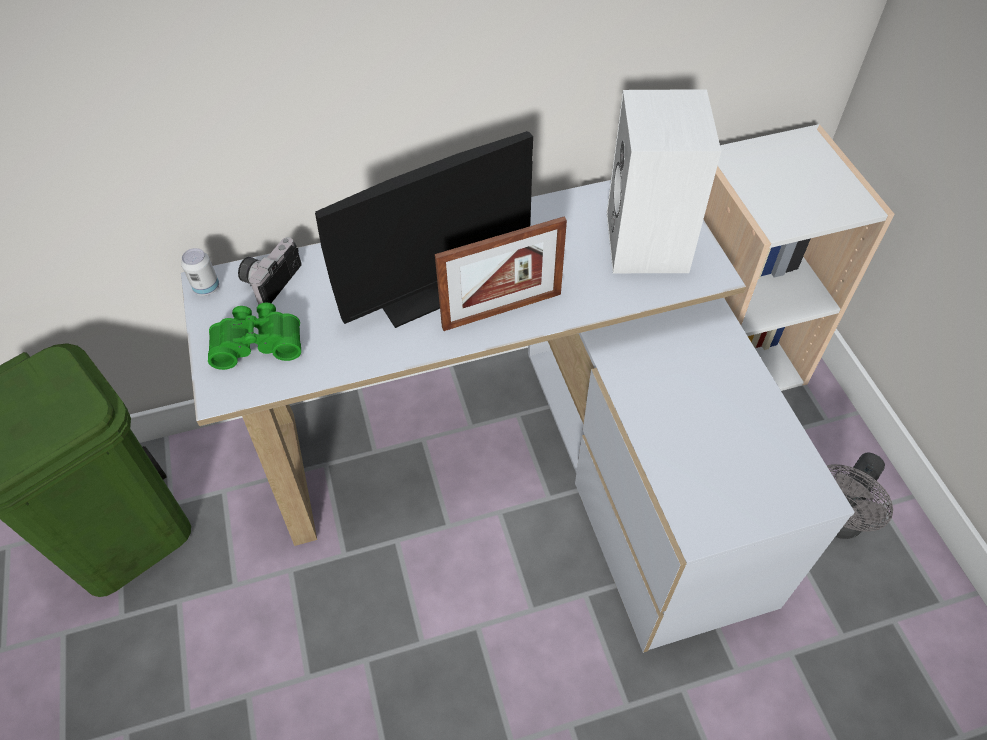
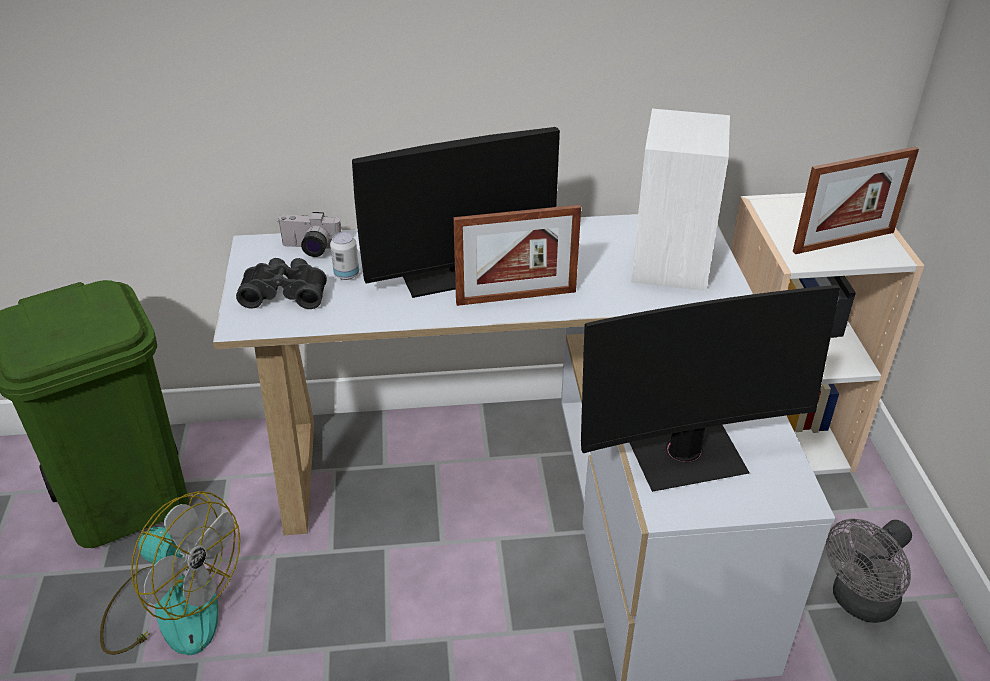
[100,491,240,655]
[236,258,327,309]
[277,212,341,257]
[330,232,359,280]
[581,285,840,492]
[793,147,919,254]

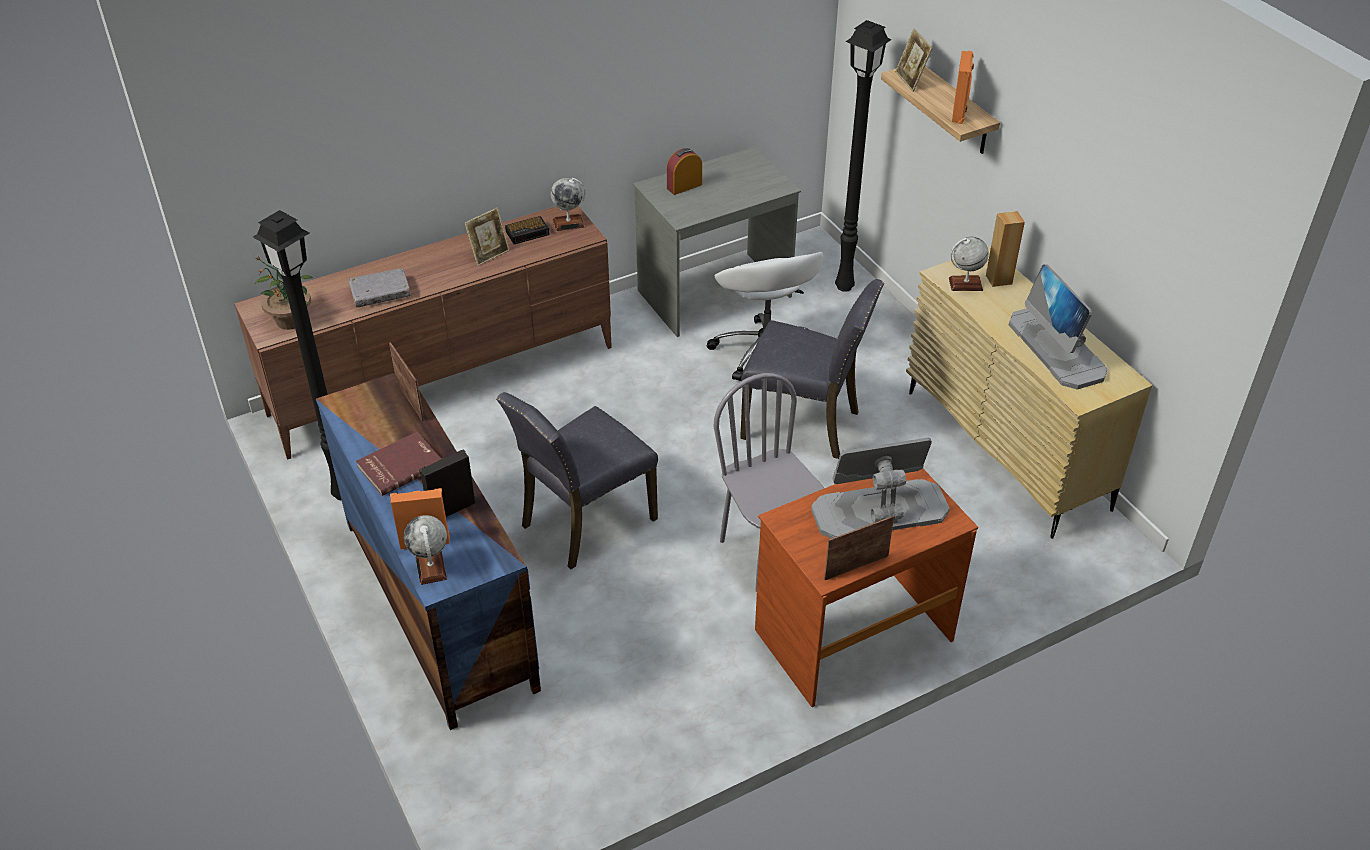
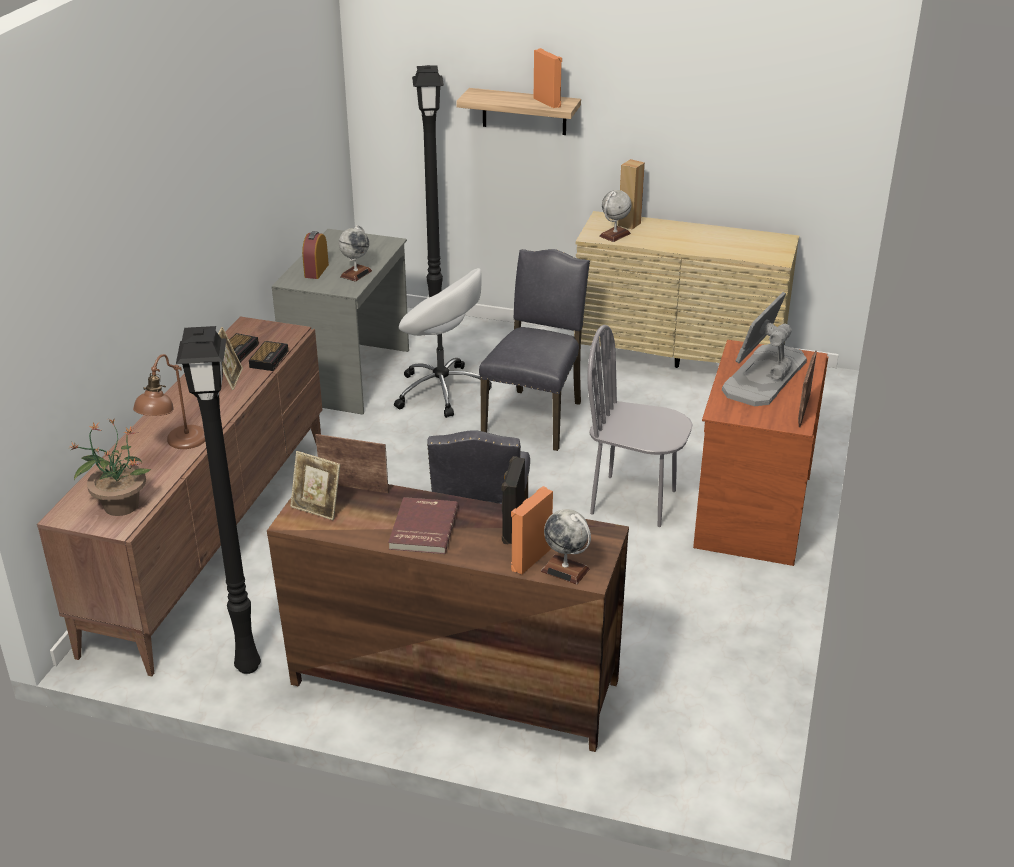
[133,354,205,449]
[249,341,289,371]
[267,484,629,752]
[290,451,340,520]
[339,225,372,282]
[479,249,590,451]
[1009,264,1107,389] (first image)

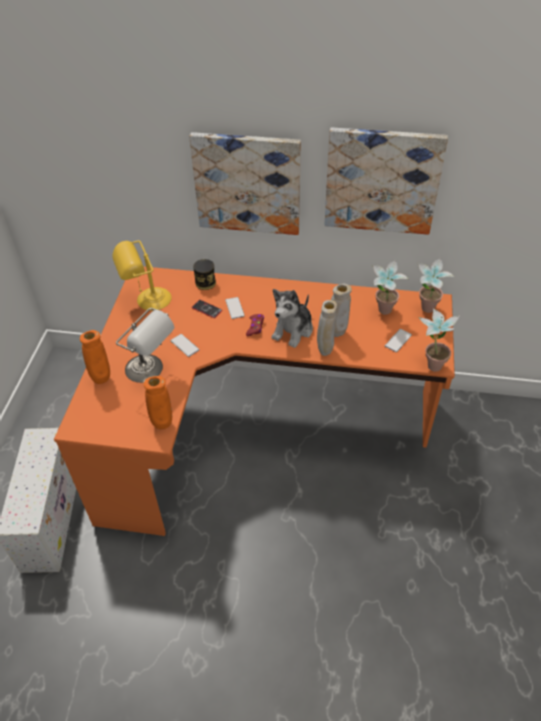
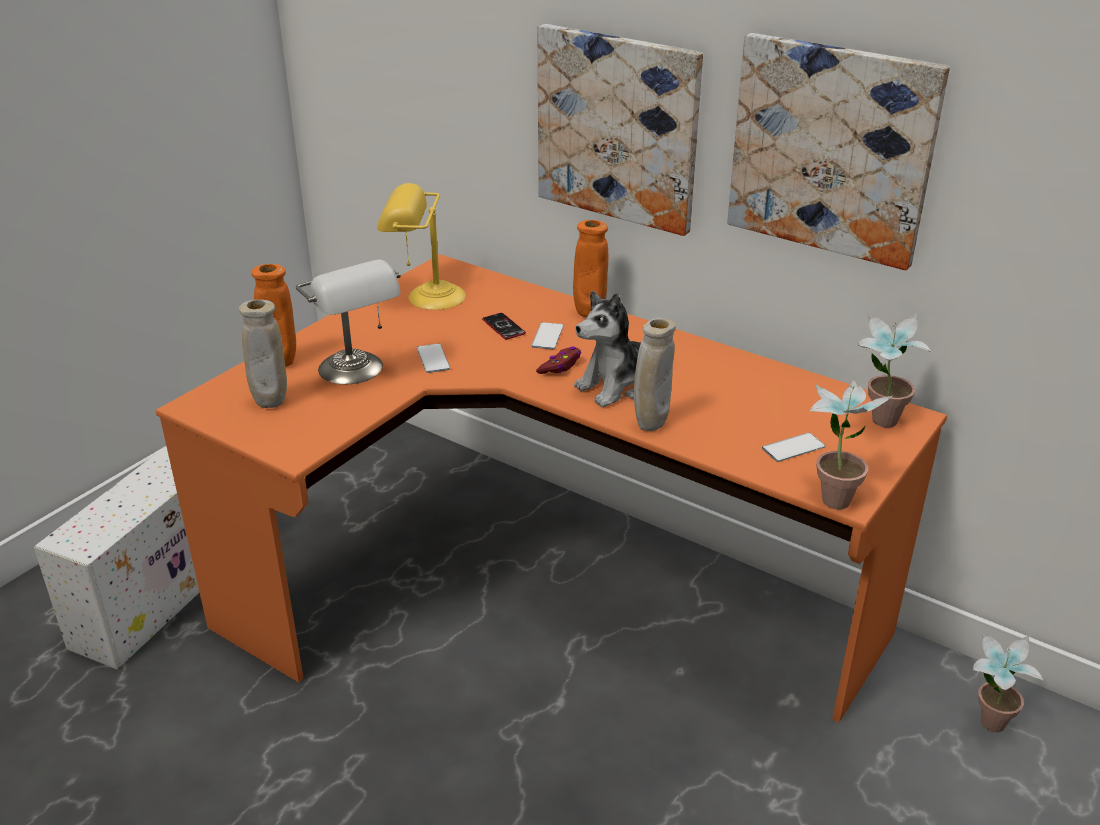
[239,300,287,408]
[573,220,608,317]
[973,632,1043,732]
[193,259,216,290] (first image)

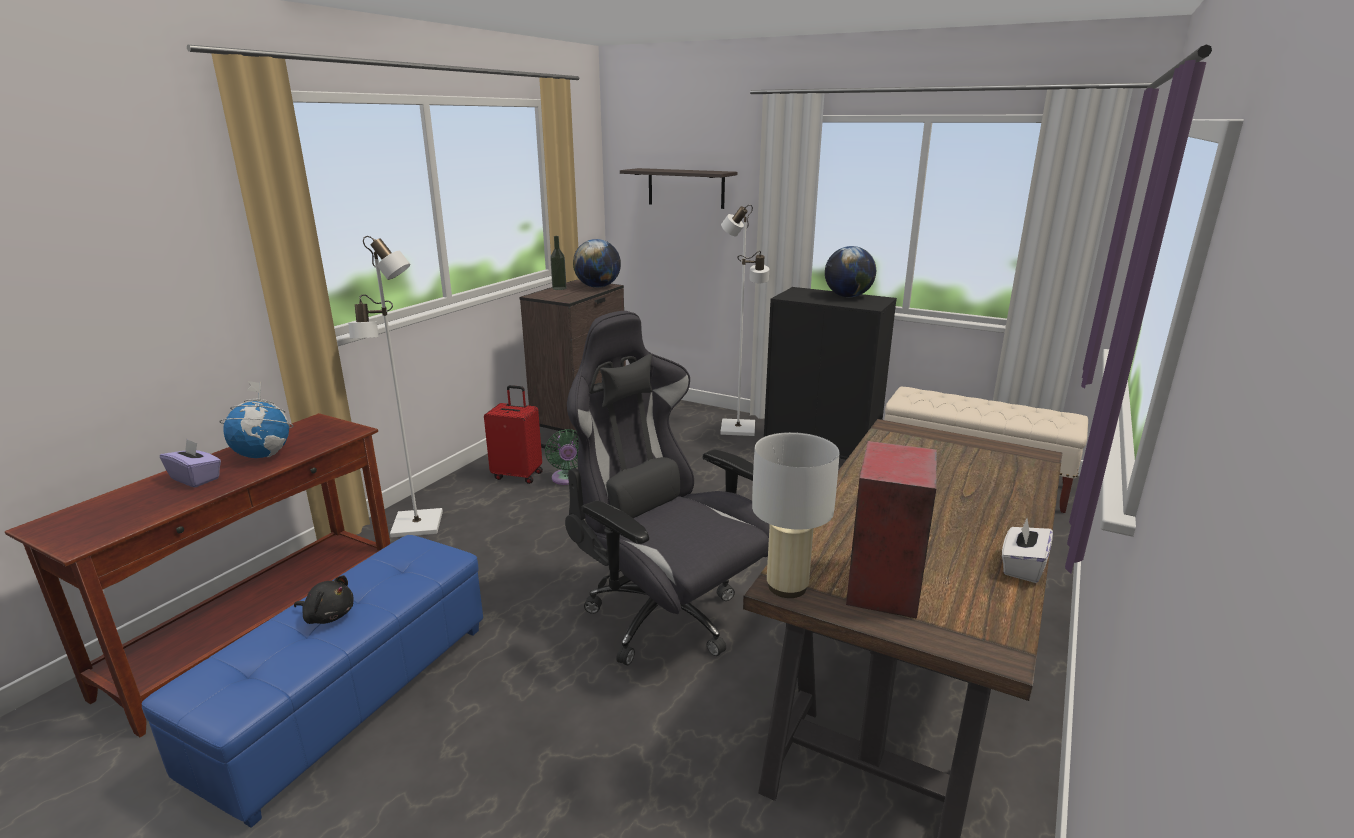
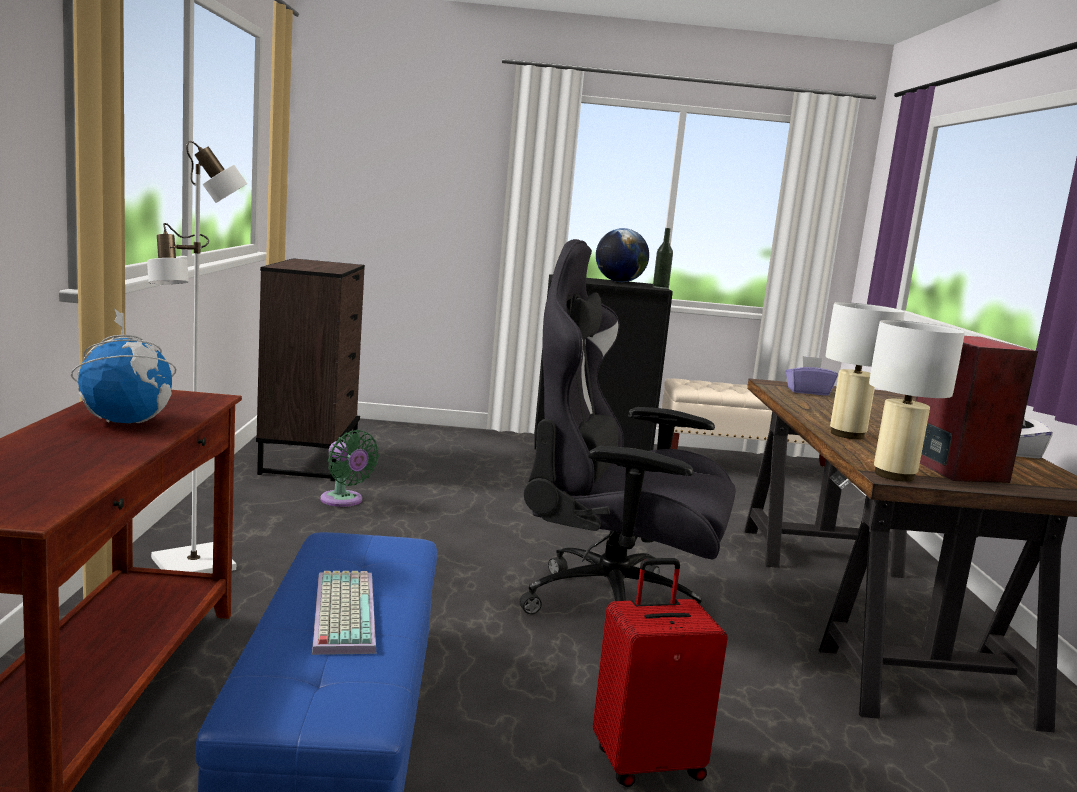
[312,571,376,655]
[593,558,728,787]
[653,228,673,289]
[786,356,838,395]
[826,302,905,439]
[573,239,621,288] (first image)
[620,168,737,209] (first image)
[720,205,769,436] (first image)

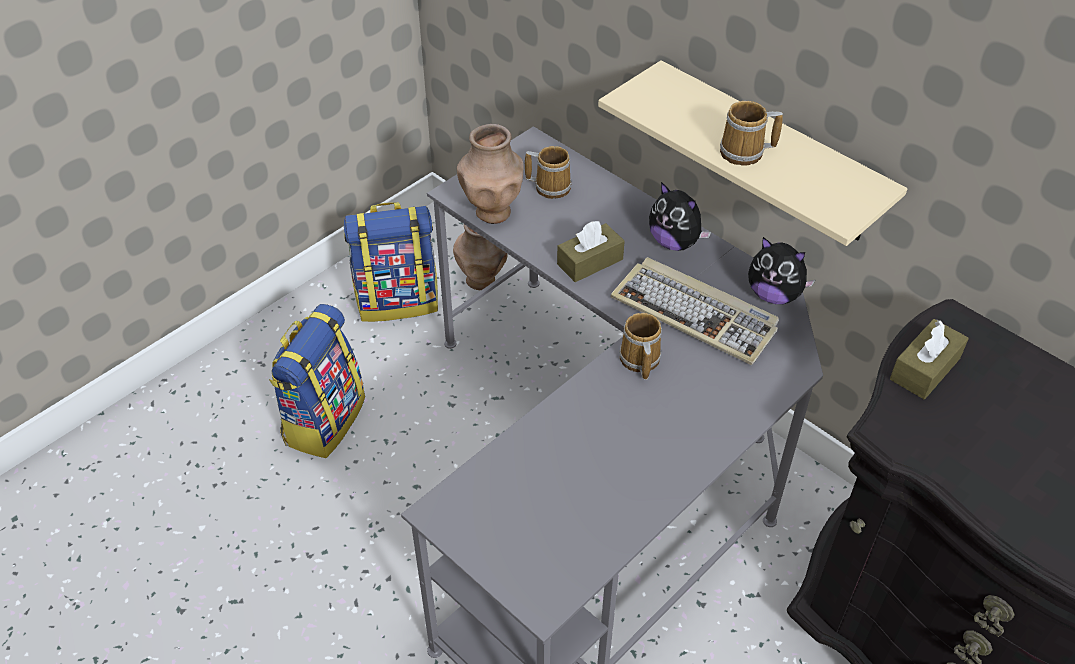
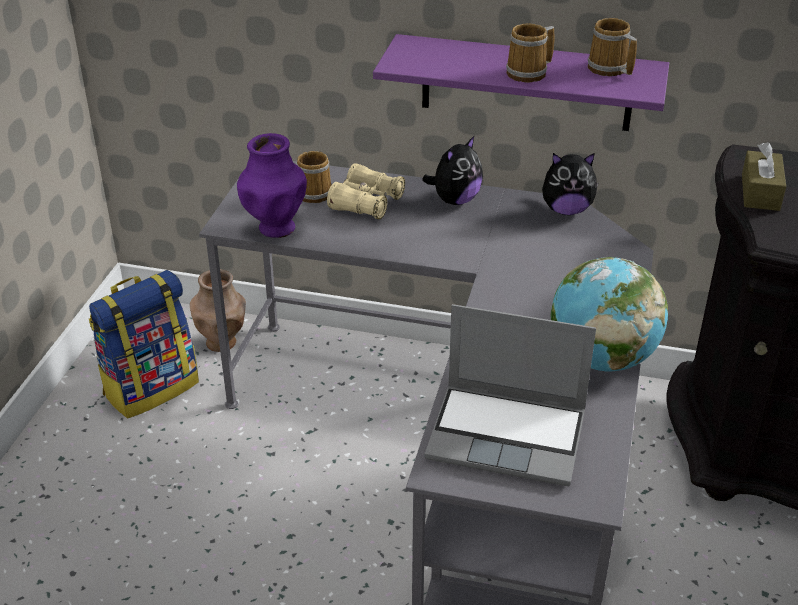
[237,133,307,238]
[327,163,405,219]
[373,34,669,131]
[422,135,483,205]
[425,304,596,486]
[550,257,668,371]
[588,18,637,76]
[269,304,365,458] (first image)
[557,221,625,282] (first image)
[611,257,779,365] (first image)

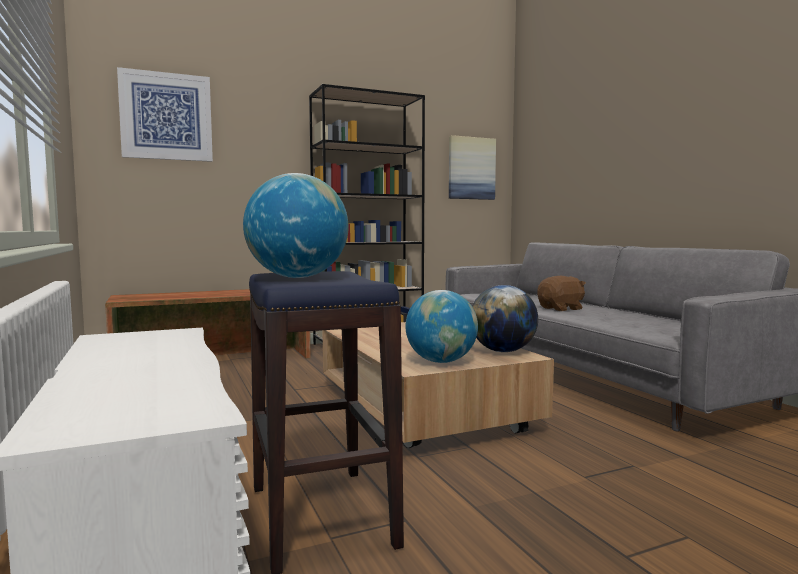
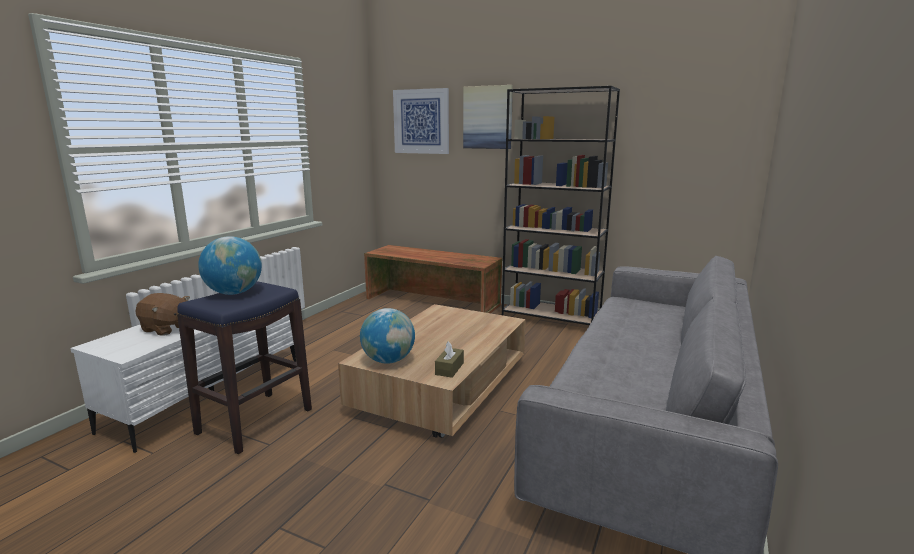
[135,293,190,336]
[435,341,464,378]
[463,85,513,149]

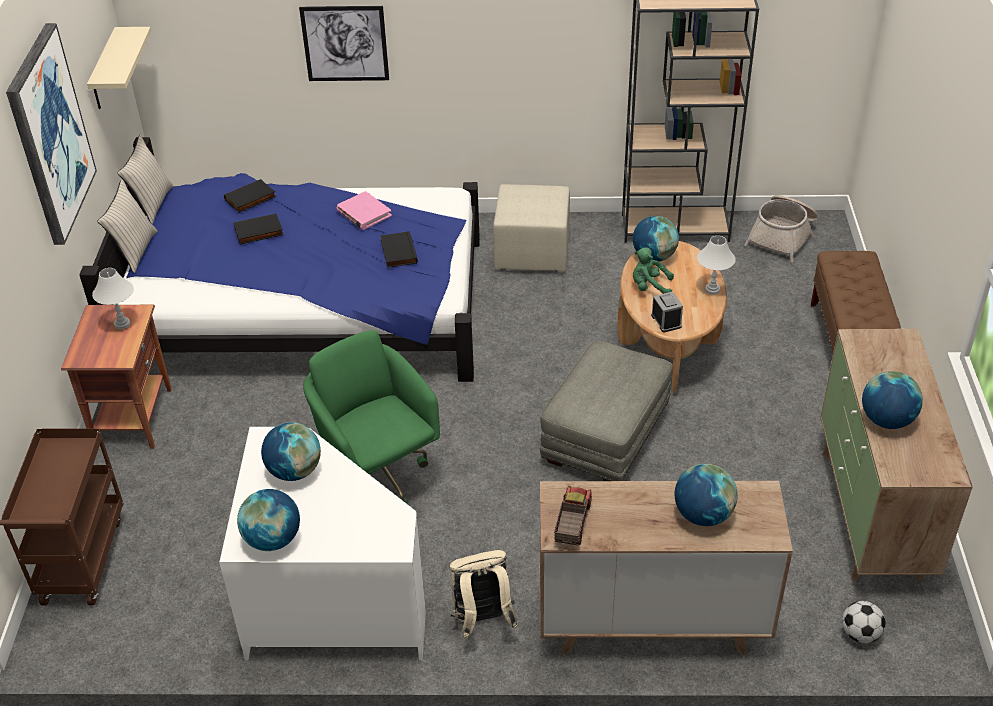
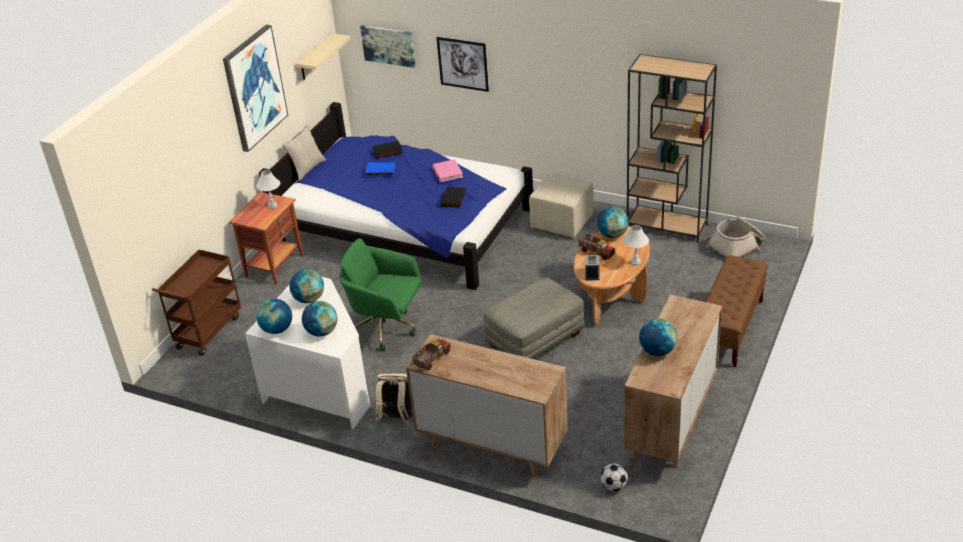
[302,301,338,337]
[340,238,422,351]
[360,25,416,68]
[365,162,396,177]
[578,233,615,260]
[118,135,174,224] (first image)

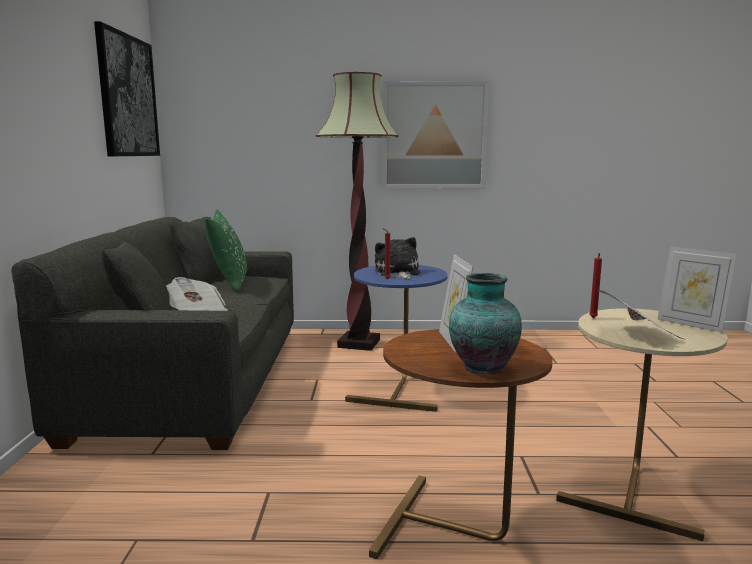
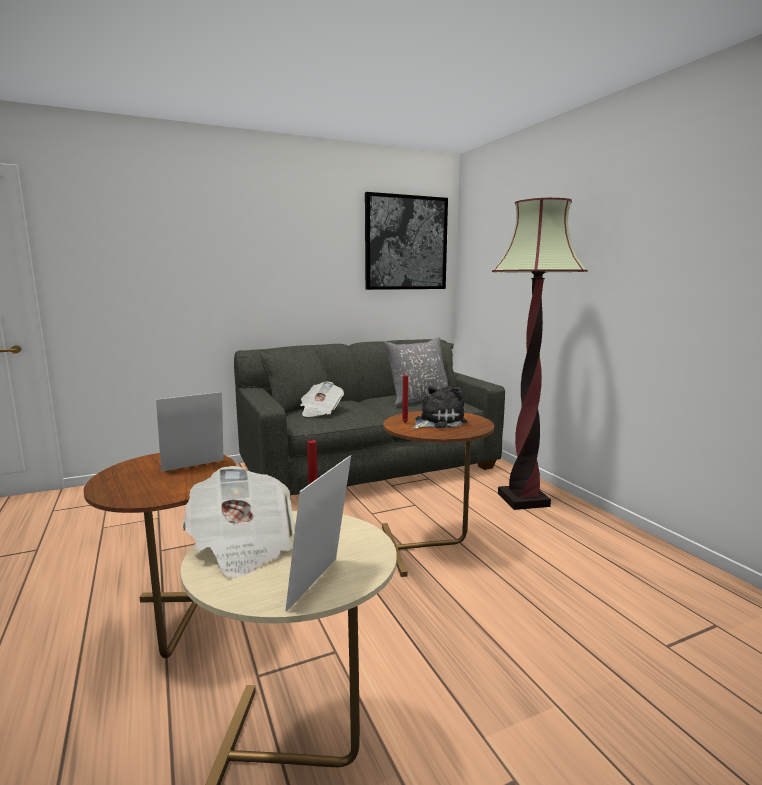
[382,411,494,577]
[383,337,448,406]
[382,81,489,188] (first image)
[449,273,522,374] (first image)

